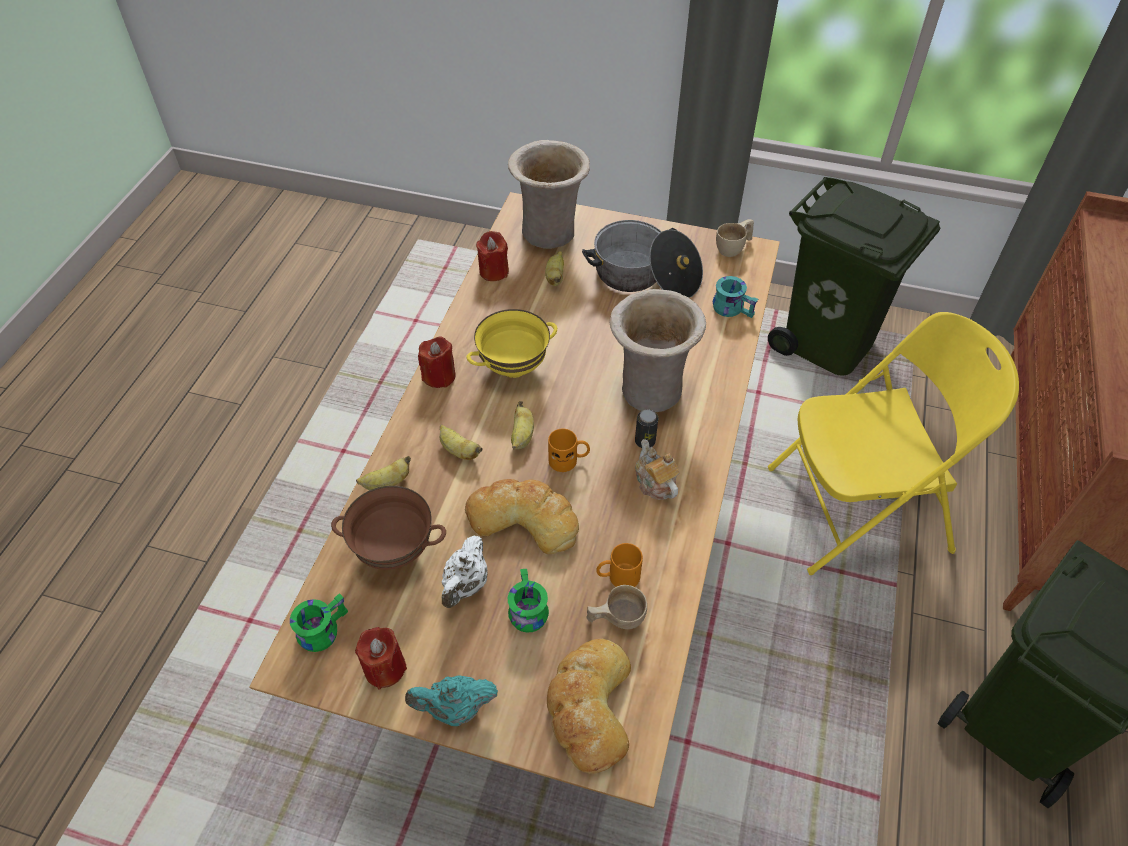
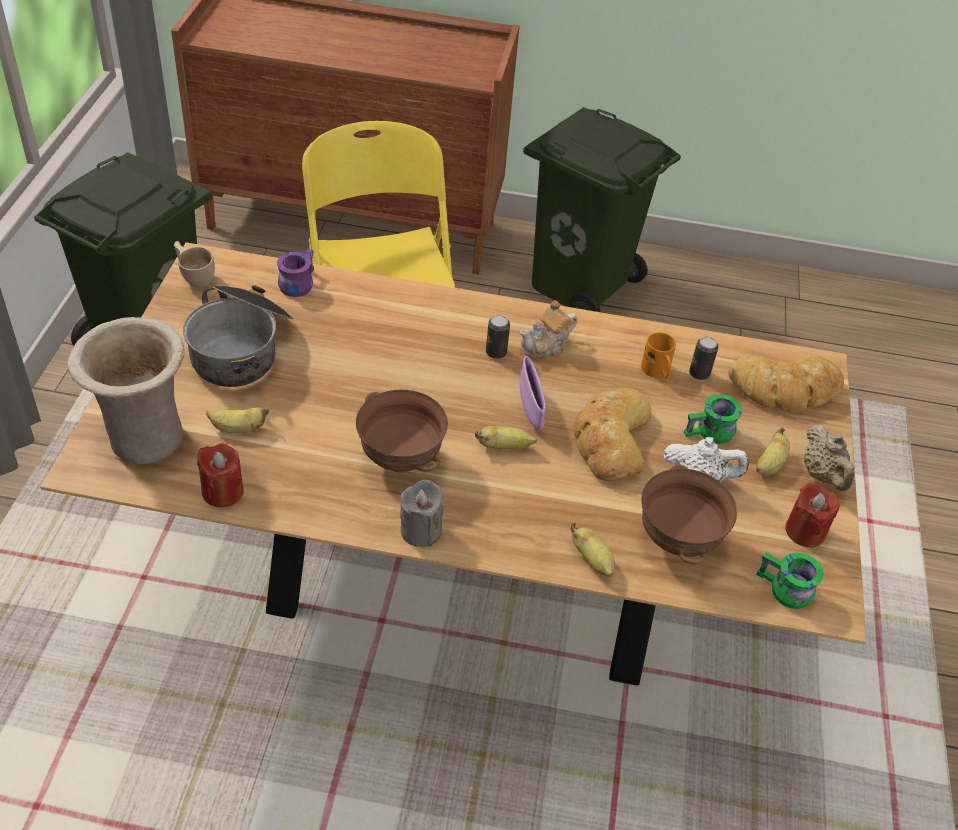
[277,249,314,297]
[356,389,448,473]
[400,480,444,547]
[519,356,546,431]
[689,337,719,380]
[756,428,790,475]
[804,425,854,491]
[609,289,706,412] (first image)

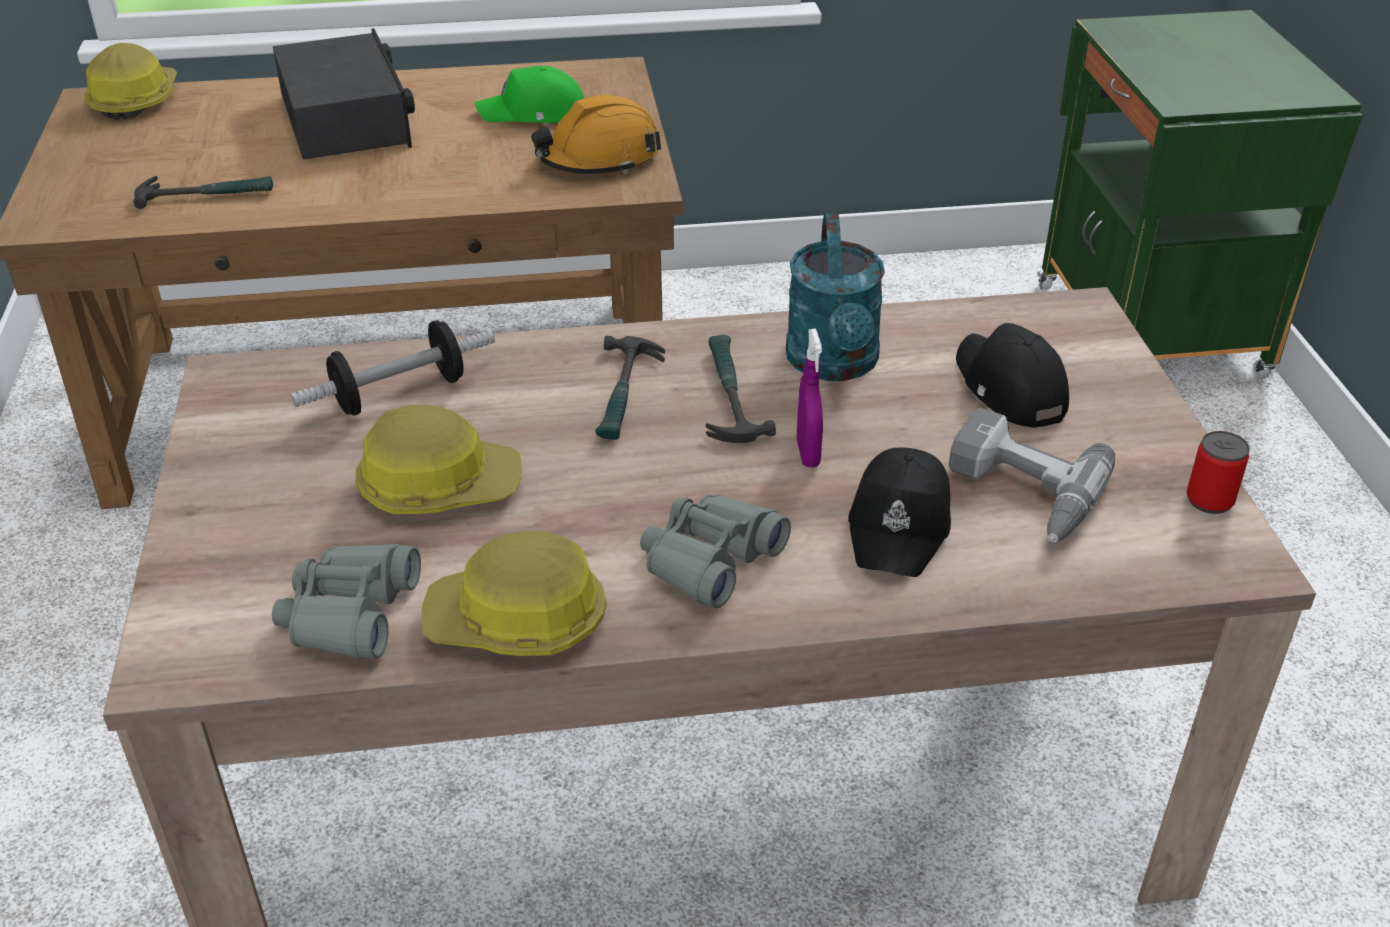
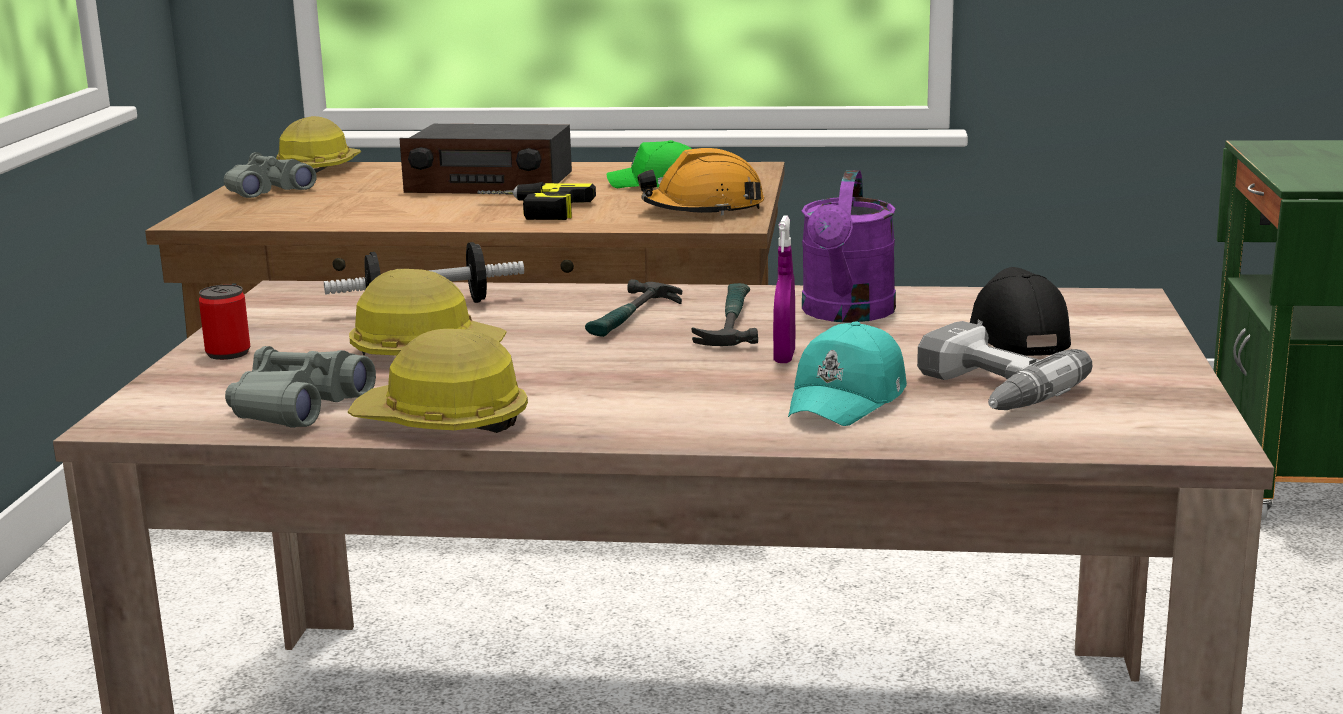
[199,284,250,360]
[224,152,316,198]
[399,124,572,194]
[477,182,596,220]
[788,322,907,426]
[801,170,896,322]
[133,176,273,209] (first image)

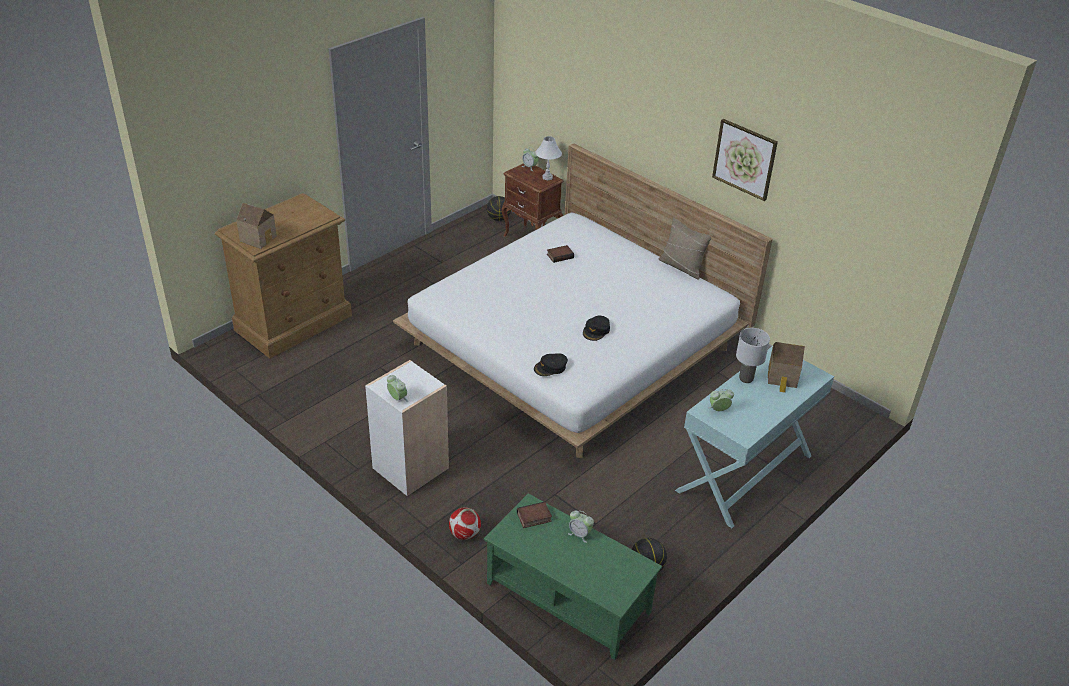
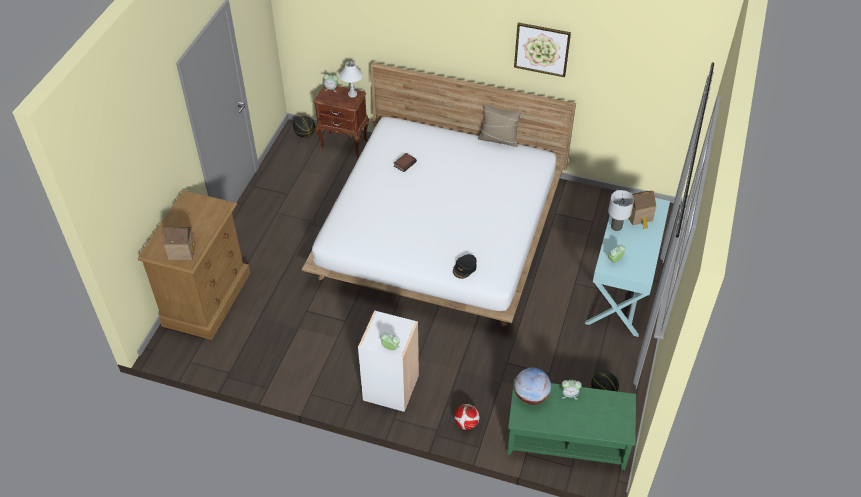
[514,368,551,405]
[583,315,610,341] (first image)

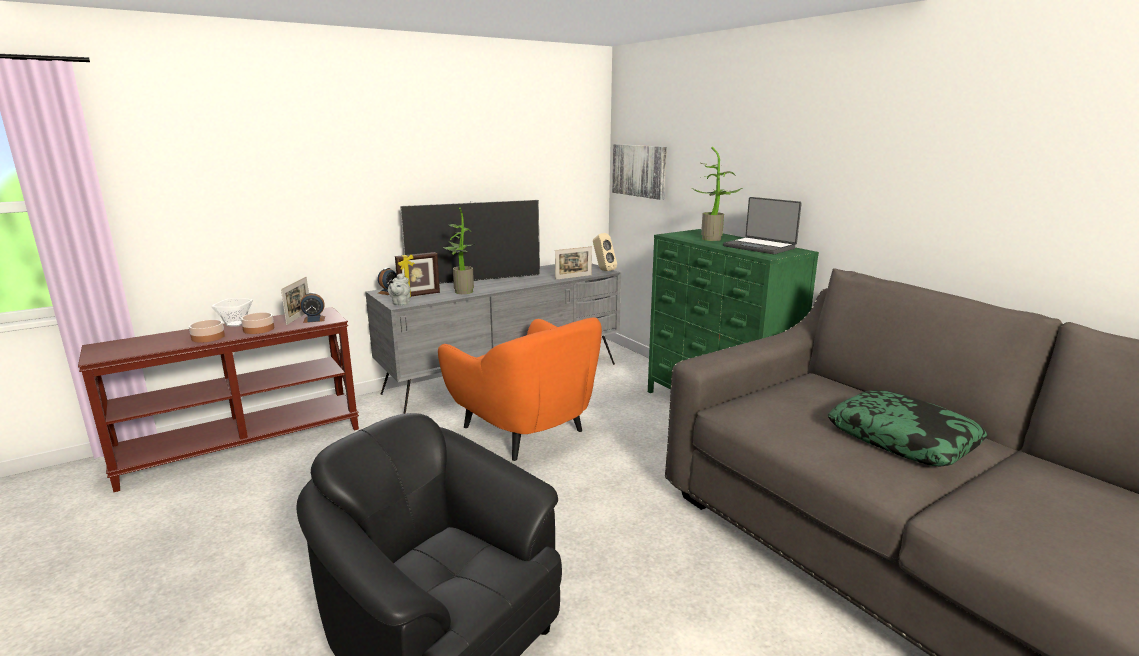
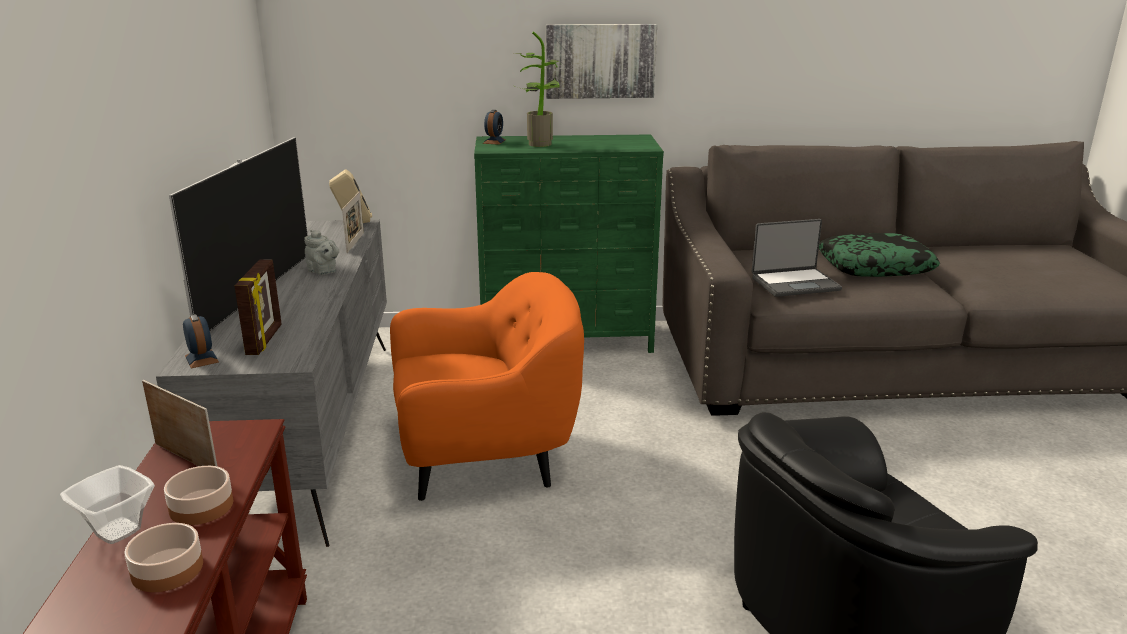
[304,229,339,275]
[483,110,506,145]
[546,24,657,99]
[752,219,842,297]
[443,208,475,294] (first image)

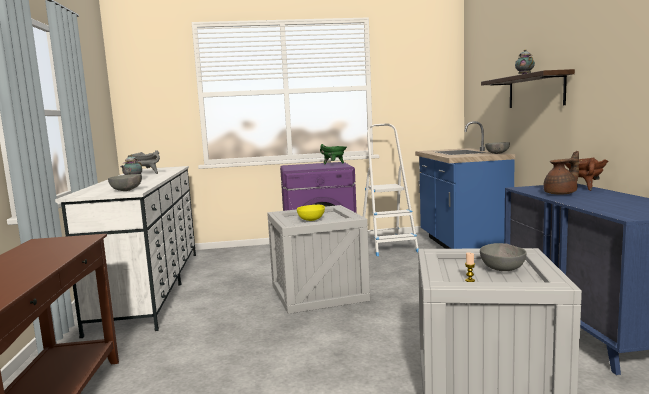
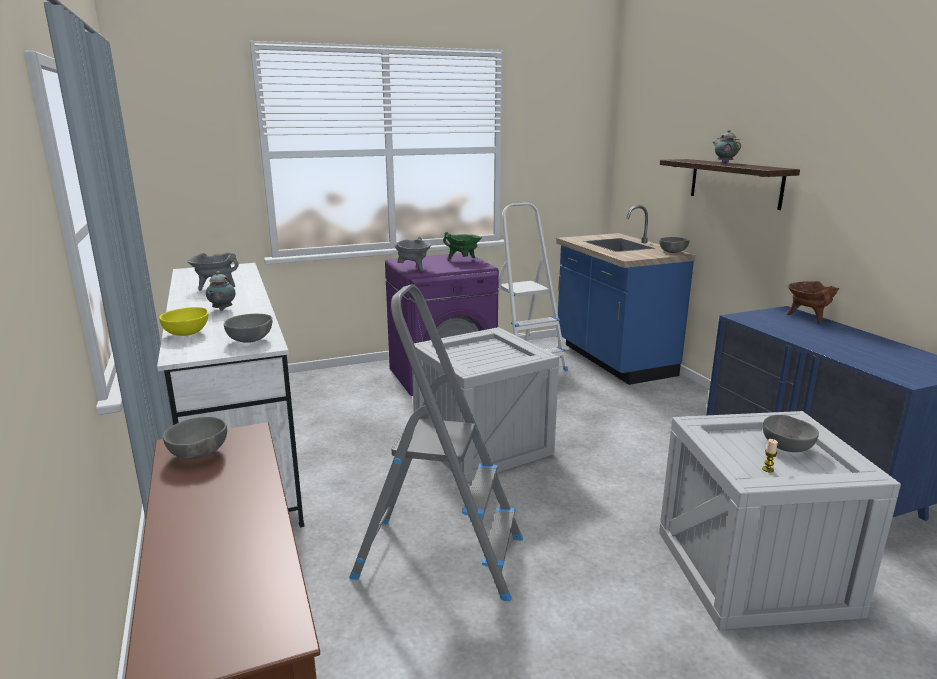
[159,307,208,336]
[163,417,227,459]
[349,284,523,601]
[394,237,431,272]
[543,151,579,195] (first image)

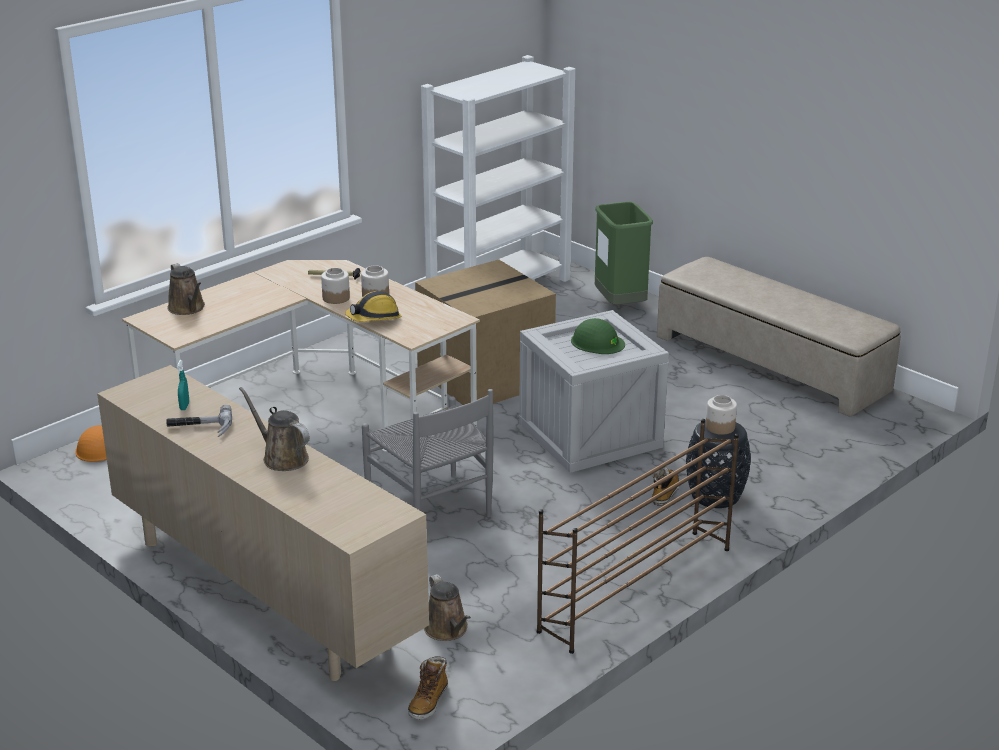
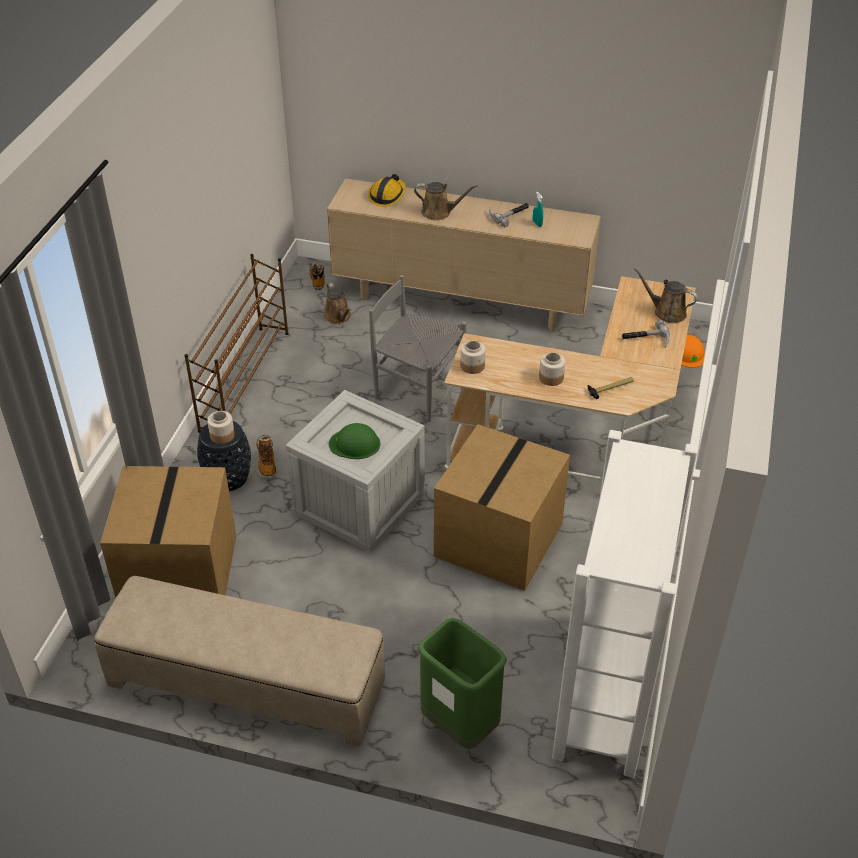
[100,466,236,598]
[324,283,351,324]
[368,174,405,207]
[460,340,486,374]
[622,320,670,347]

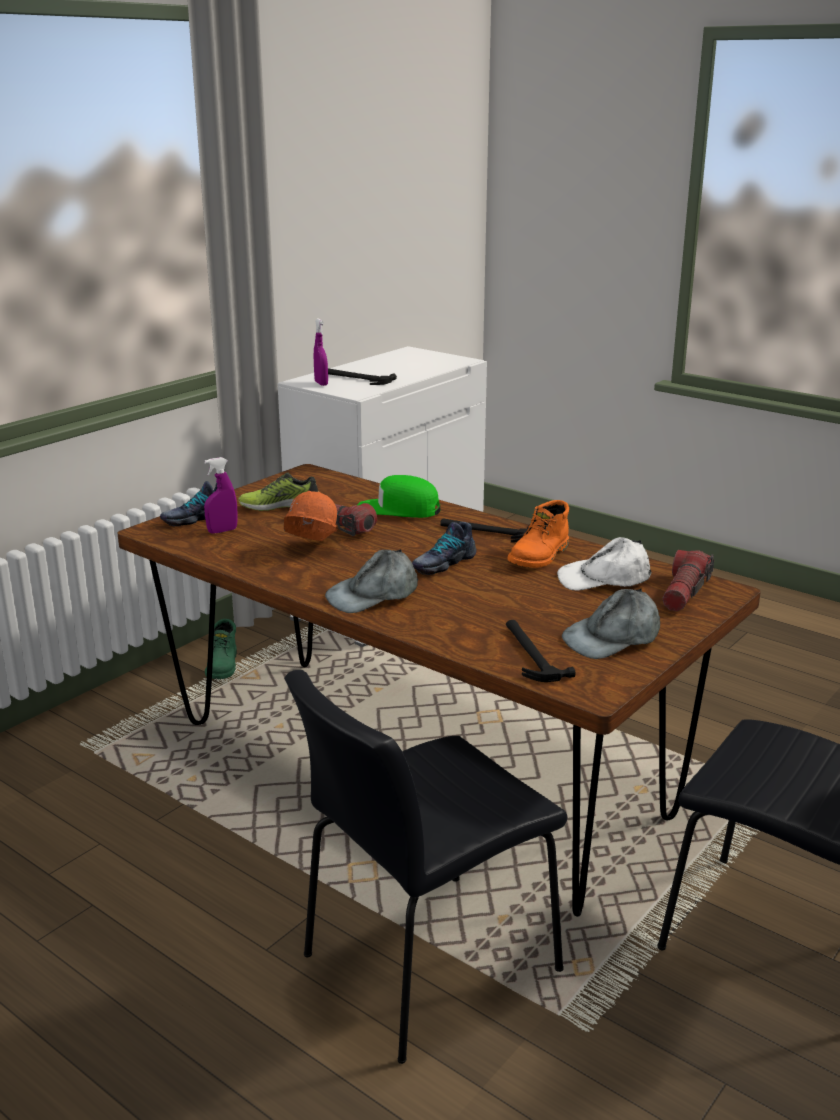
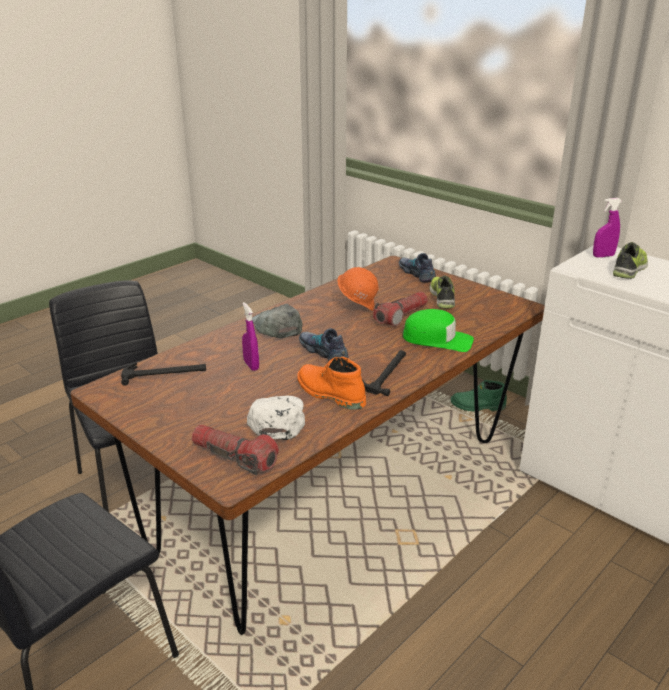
[242,302,259,371]
[402,309,474,352]
[613,242,648,279]
[562,588,660,659] (first image)

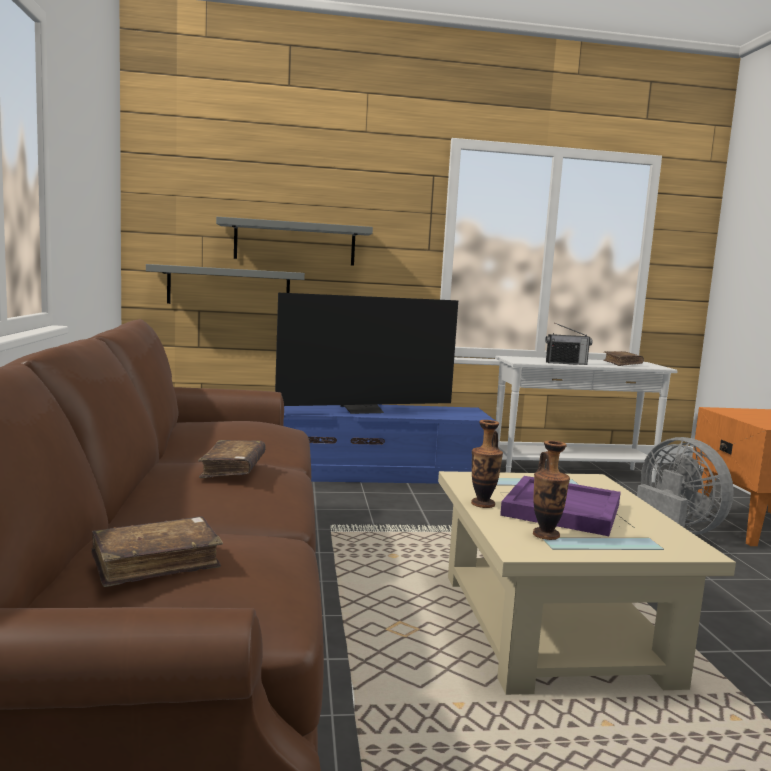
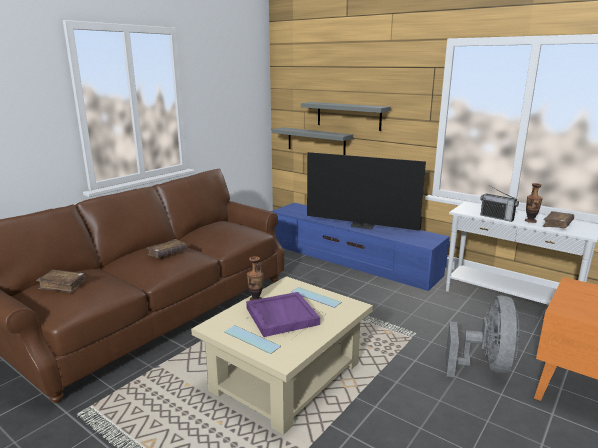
[525,183,543,223]

